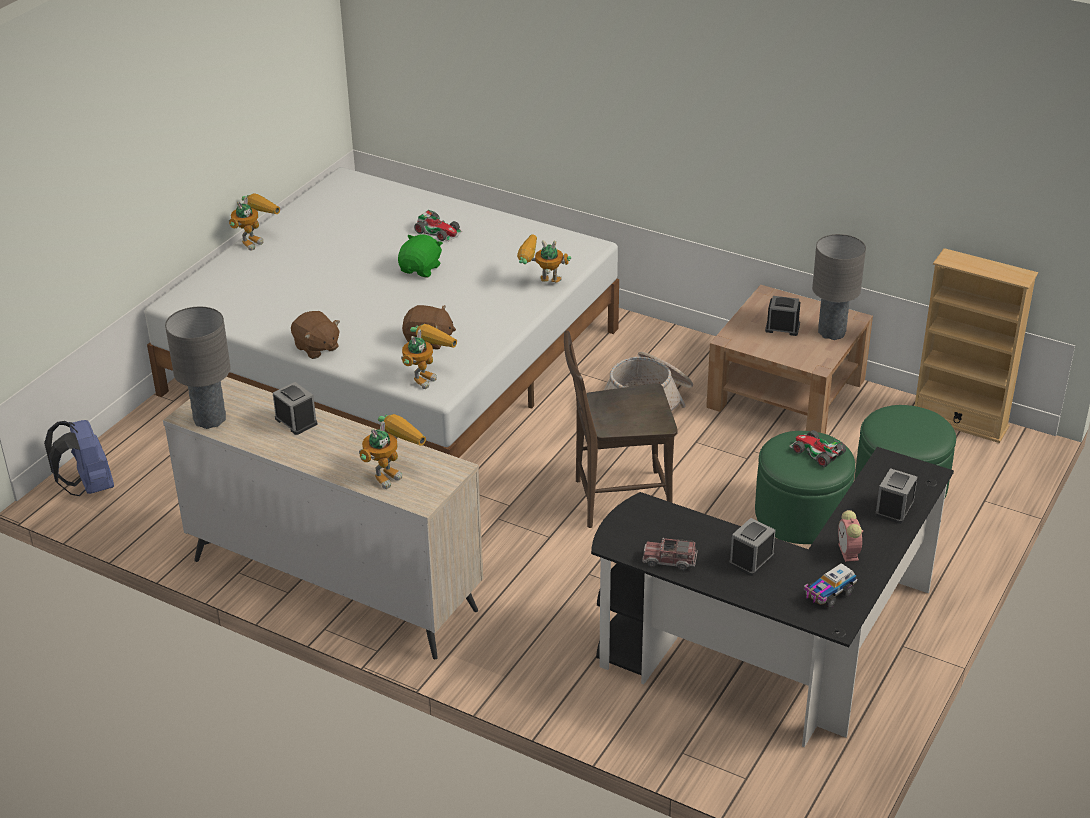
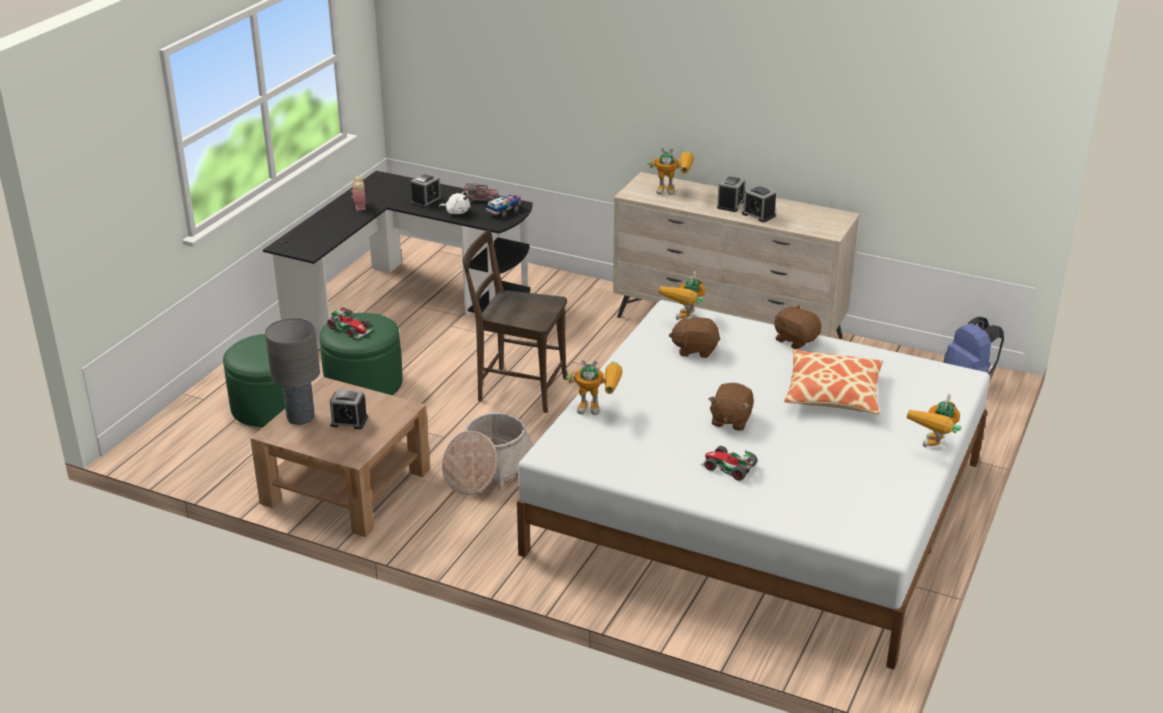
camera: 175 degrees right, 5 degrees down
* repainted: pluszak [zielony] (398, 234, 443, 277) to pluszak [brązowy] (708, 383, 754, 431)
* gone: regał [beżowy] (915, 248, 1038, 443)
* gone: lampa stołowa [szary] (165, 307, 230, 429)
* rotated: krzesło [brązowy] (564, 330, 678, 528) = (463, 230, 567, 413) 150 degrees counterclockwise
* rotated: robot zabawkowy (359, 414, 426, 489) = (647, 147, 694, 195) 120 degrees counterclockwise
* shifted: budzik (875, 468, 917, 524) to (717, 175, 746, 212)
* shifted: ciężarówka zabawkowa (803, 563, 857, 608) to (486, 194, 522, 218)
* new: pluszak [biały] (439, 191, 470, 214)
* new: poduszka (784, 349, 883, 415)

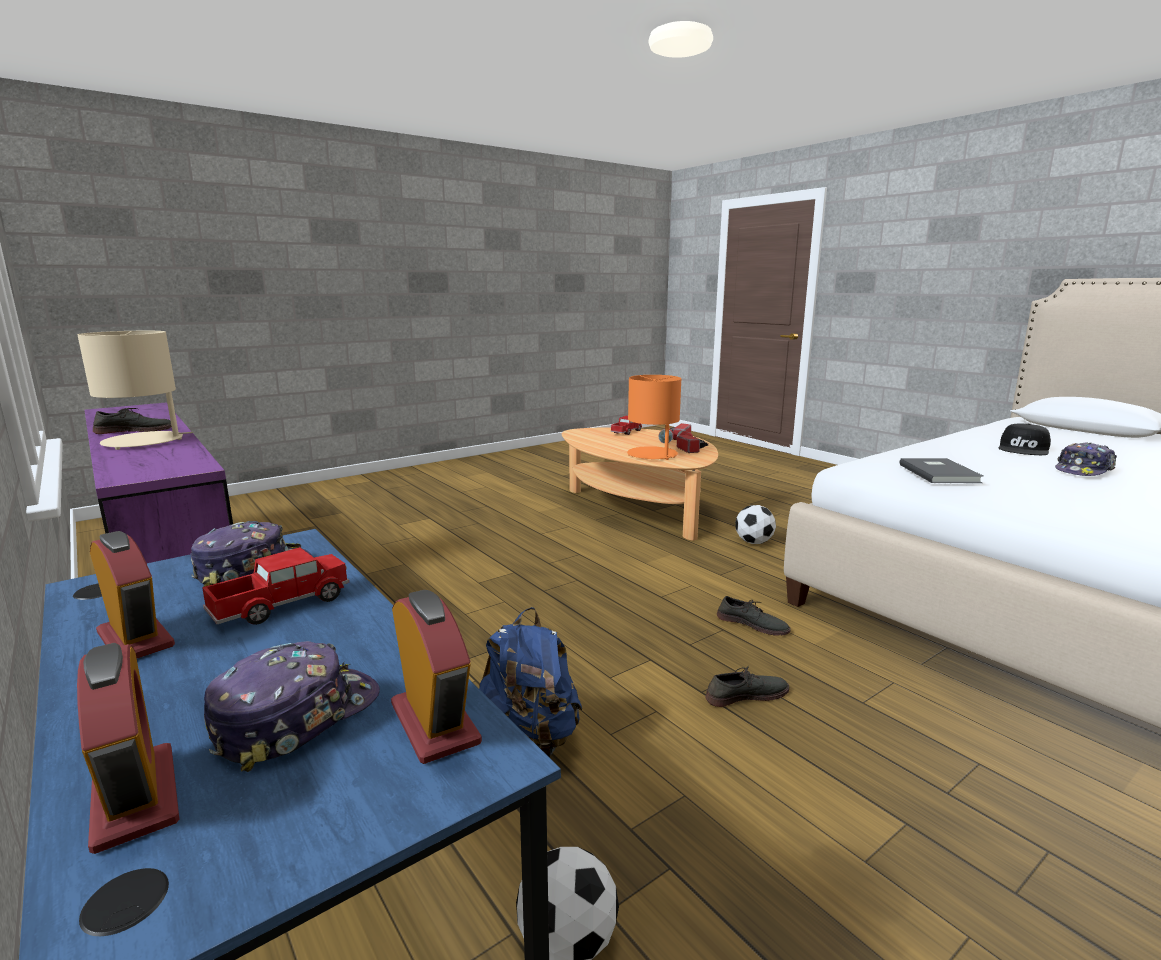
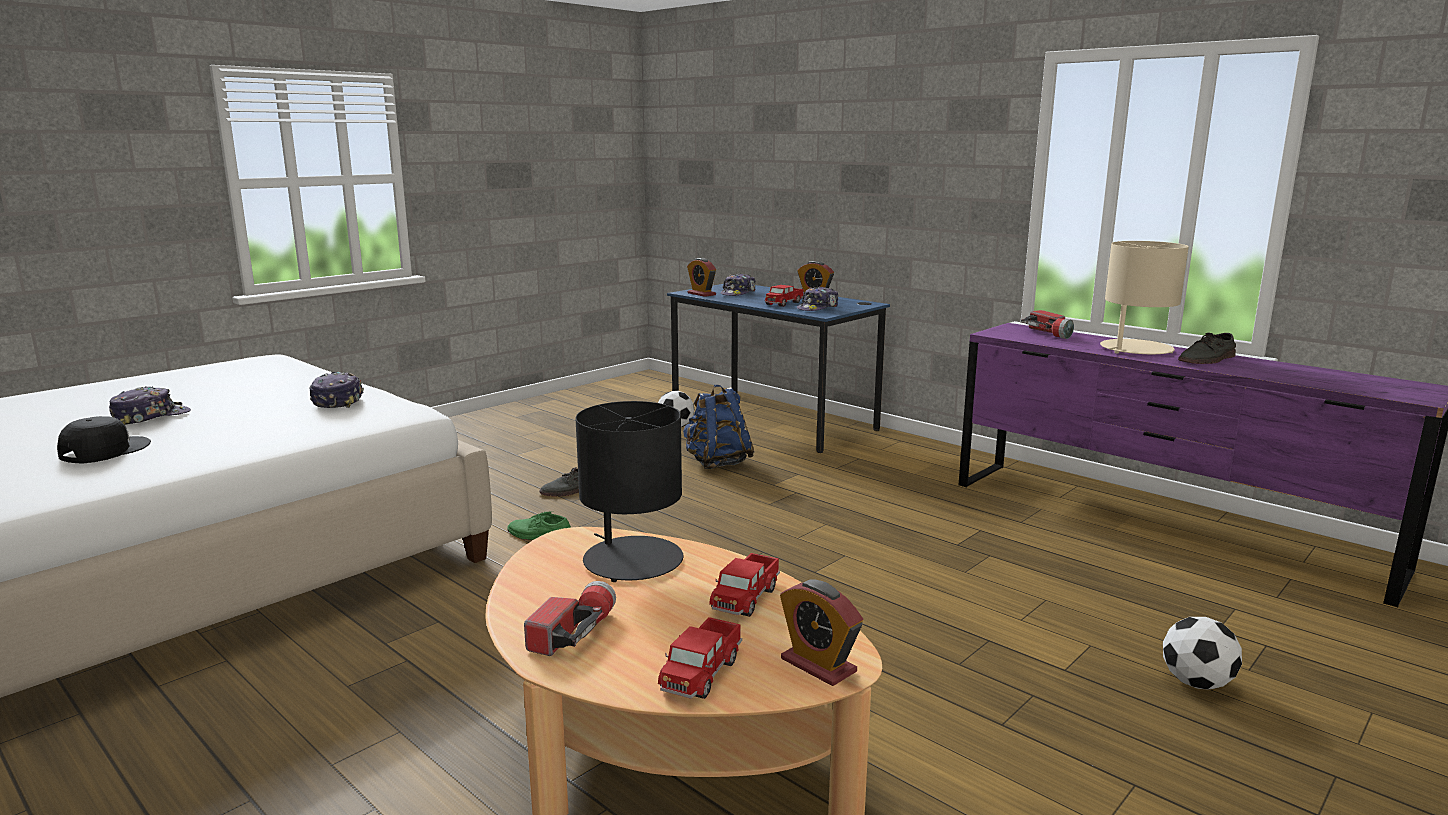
camera: 170 degrees right, 0 degrees up
* repainted: lampa stołowa [pomarańczowy] (627, 375, 681, 460) to lampa stołowa [czarny] (575, 401, 684, 582)
* shifted: latarka (676, 430, 708, 453) to (1021, 310, 1074, 339)
* swapped: książka [szary] (899, 458, 983, 483) to czapka z daszkiem (310, 372, 364, 408)
* shifted: piłka futbolowa (735, 505, 776, 544) to (1163, 617, 1242, 689)
* repainted: but [szary] (717, 596, 791, 636) to but [zielony] (507, 512, 571, 540)
* shifted: budzik (77, 643, 179, 854) to (780, 580, 863, 686)
* new: ciężarówka zabawkowa (709, 553, 780, 617)

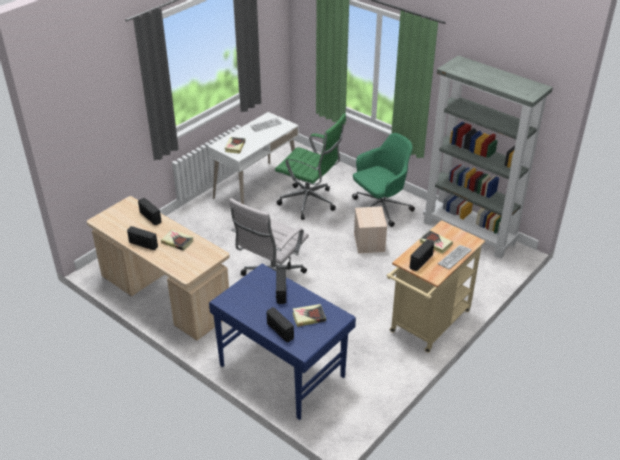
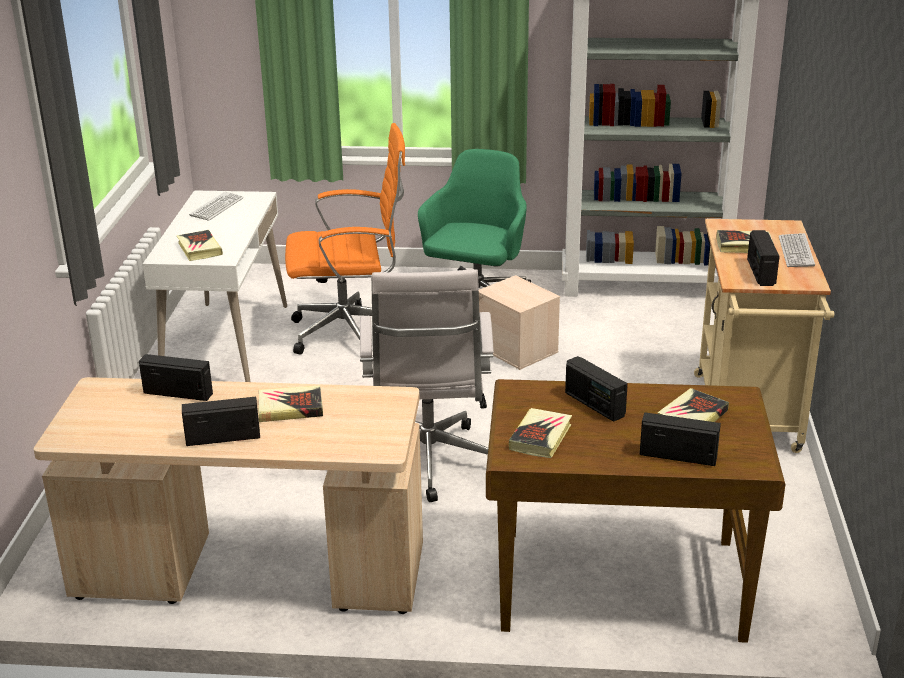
camera: 35 degrees left, 10 degrees down
* repainted: krzesło biurowe [zielony] (275, 113, 346, 220) to krzesło biurowe [pomarańczowy] (285, 123, 405, 355)
* repainted: biurko [niebieski] (209, 264, 356, 420) to biurko [brązowy] (486, 379, 785, 643)
* new: książka (509, 408, 572, 458)

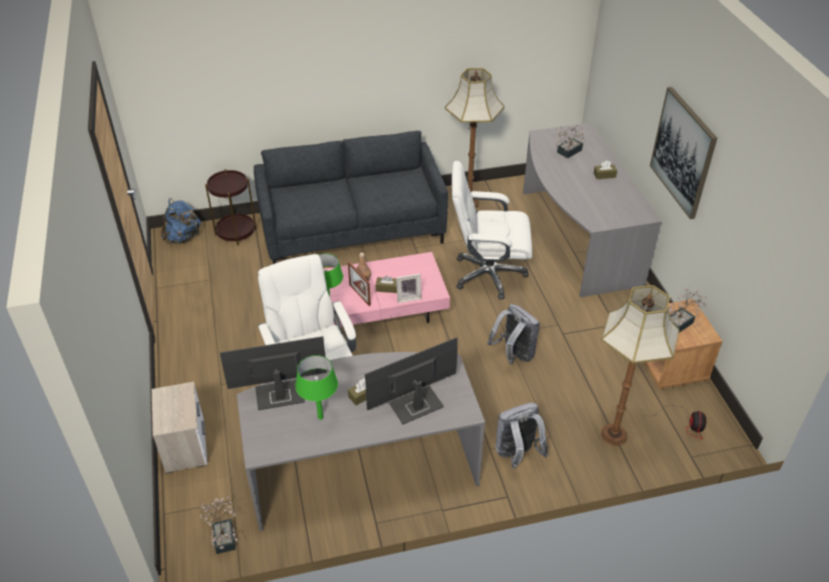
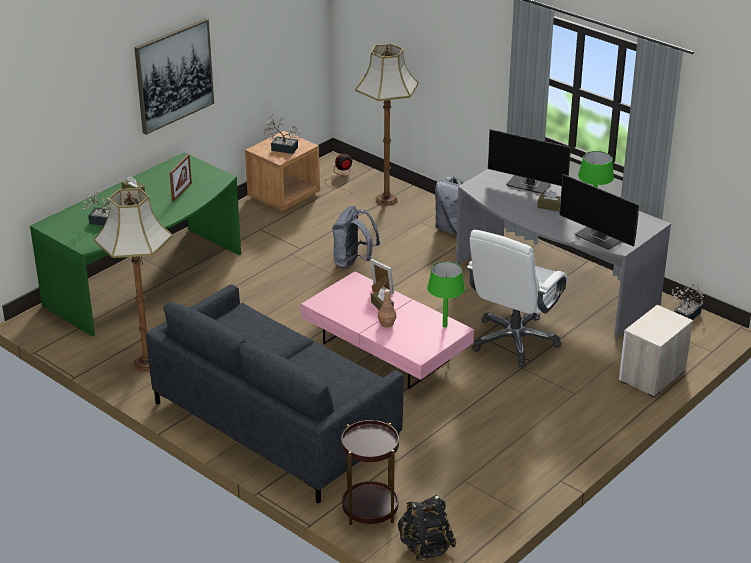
camera: 125 degrees left, 10 degrees down
* repainted: biurko [szary] (523, 122, 662, 297) to biurko [zielony] (30, 152, 241, 337)
* gone: krzesło biurowe [biały] (452, 161, 532, 300)
* repainted: plecak [niebieski] (161, 198, 201, 244) to plecak [czarny] (398, 495, 457, 561)
* shifted: ramka na zdjęcie (348, 262, 371, 306) to (169, 154, 192, 202)

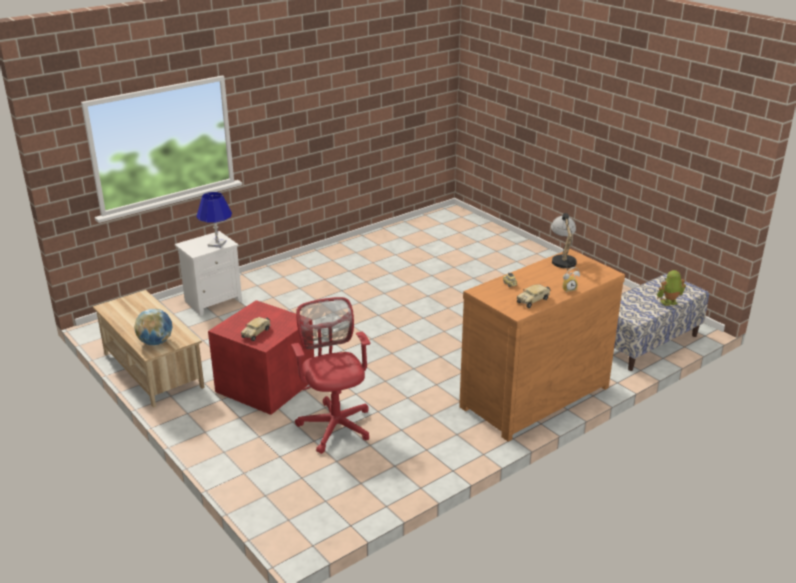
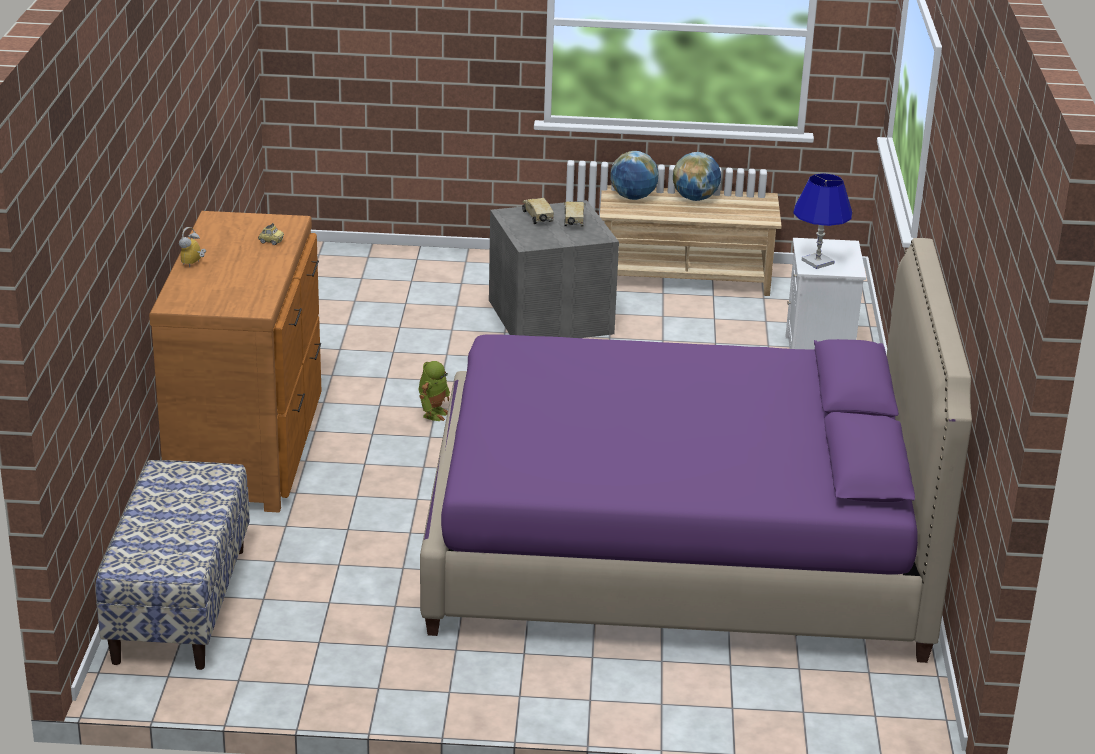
camera: 130 degrees right, 0 degrees up
* gone: lampa stołowa (551, 213, 577, 273)
* shifted: robot zabawkowy (657, 270, 686, 306) to (419, 361, 450, 421)
* shifted: ciężarówka zabawkowa (517, 284, 550, 308) to (564, 202, 586, 226)
* gone: krzesło biurowe [czerwony] (291, 297, 370, 454)
* repainted: pojemnik do przechowywania [czerwony] (208, 300, 314, 415) to pojemnik do przechowywania [szary] (489, 200, 619, 338)
* new: globus (673, 152, 721, 201)
* new: łóżko [fioletowy] (420, 238, 972, 663)

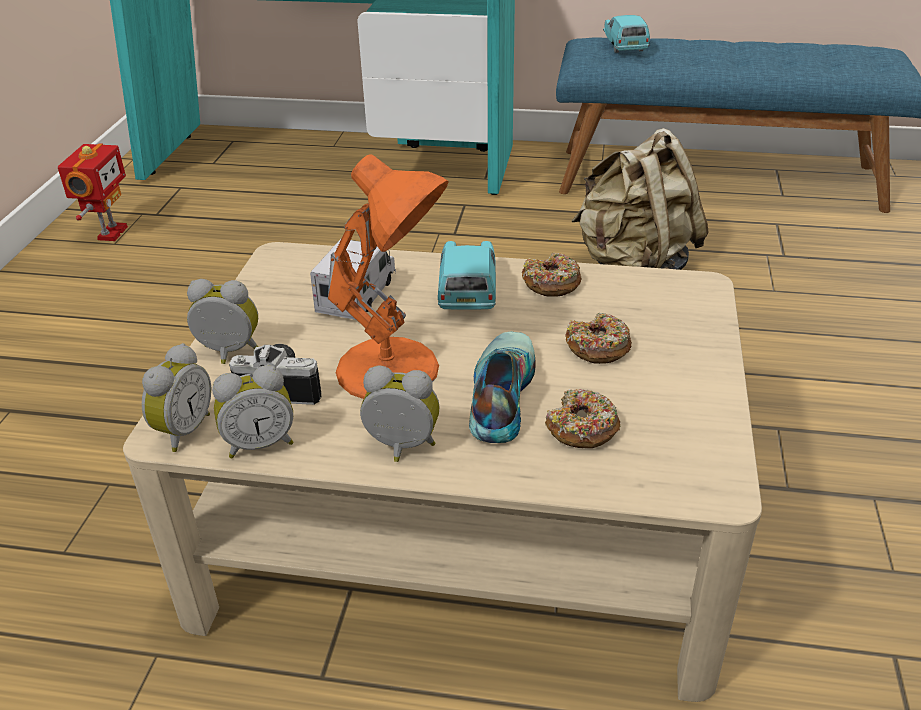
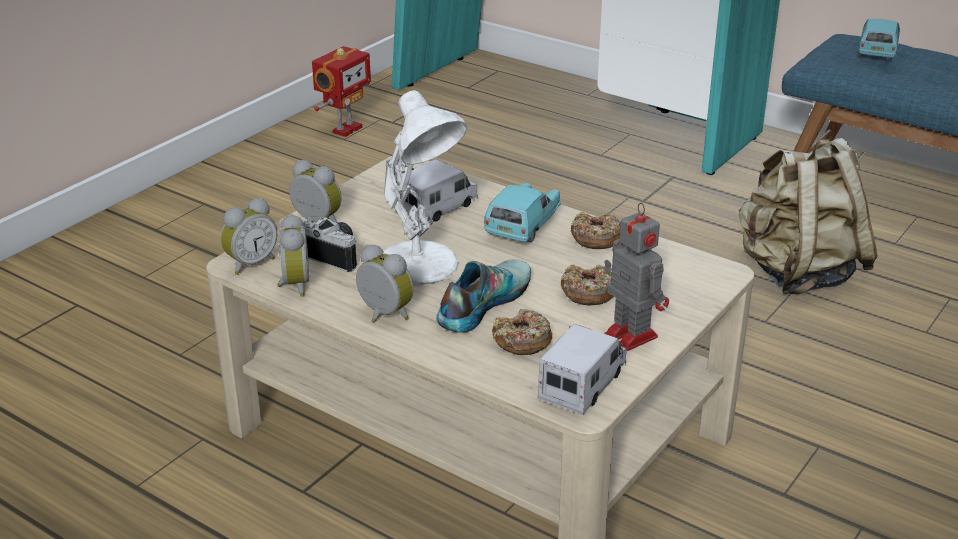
camera: 25 degrees right, 5 degrees down
* repainted: lampa stołowa [pomarańczowy] (328, 154, 449, 399) to lampa stołowa [biały] (384, 90, 468, 286)
* rotated: budzik (212, 365, 293, 458) = (277, 214, 309, 297) 105 degrees counterclockwise
* new: robot zabawkowy (604, 202, 669, 351)
* new: ciężarówka zabawkowa (538, 324, 627, 415)

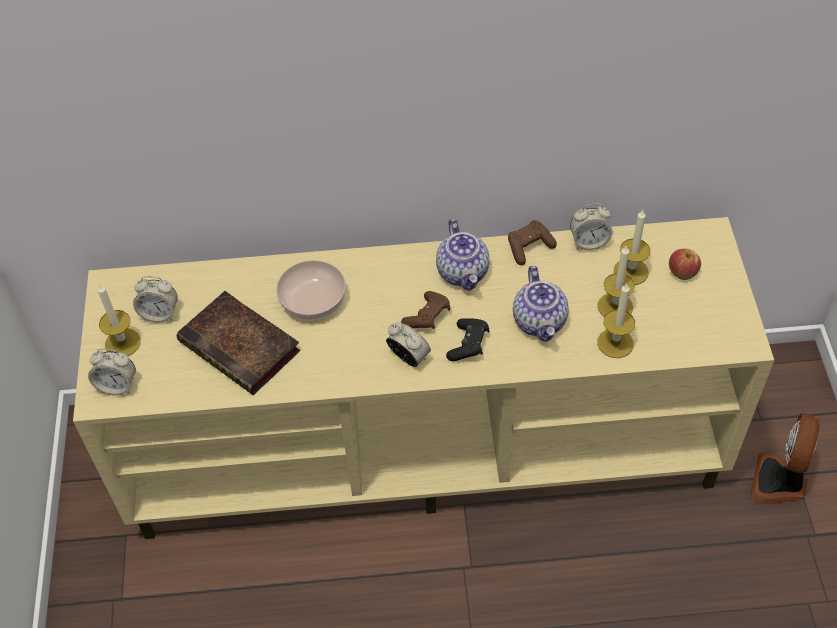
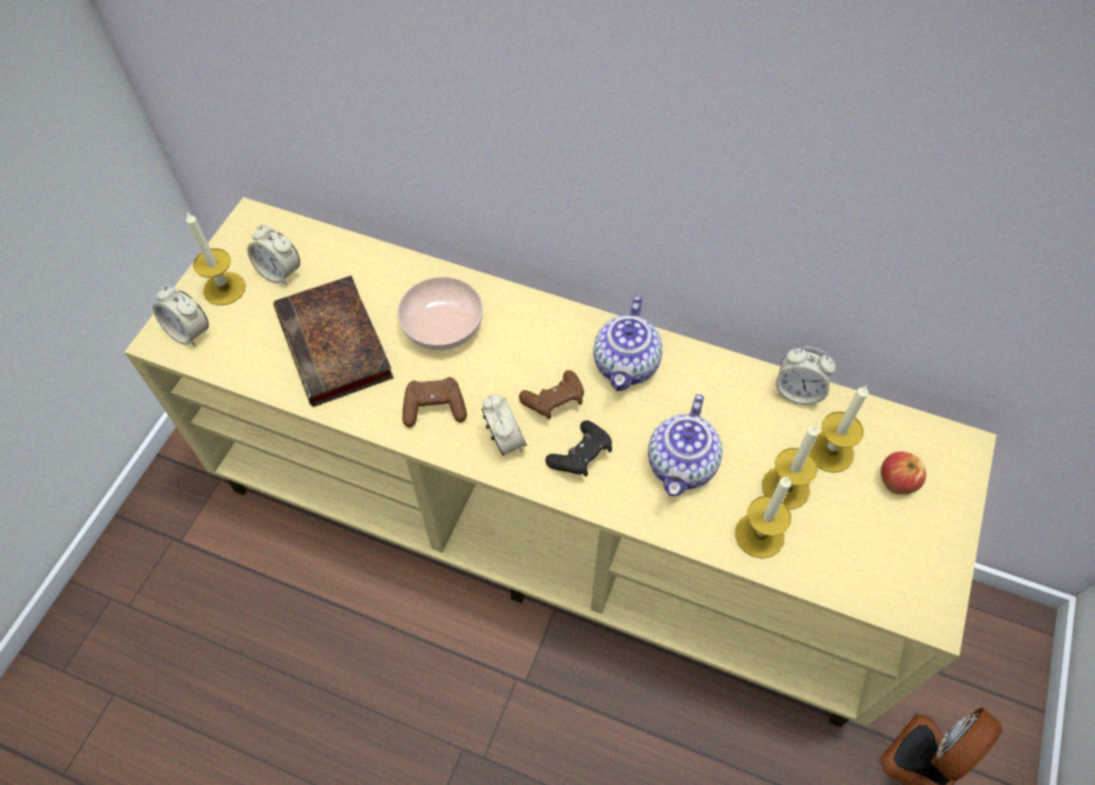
camera: 25 degrees right, 5 degrees up
* shifted: pad do gier [brązowy] (508, 220, 557, 265) to (402, 377, 467, 428)

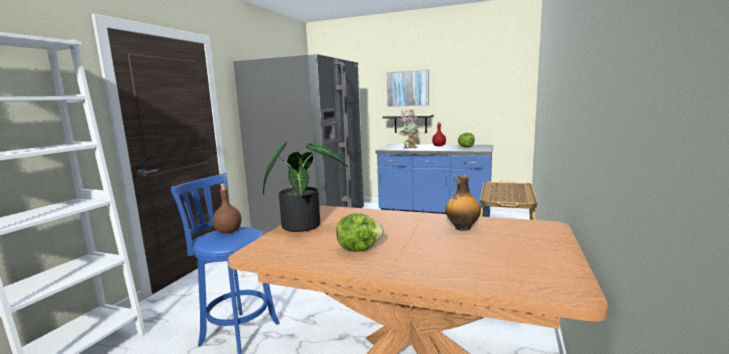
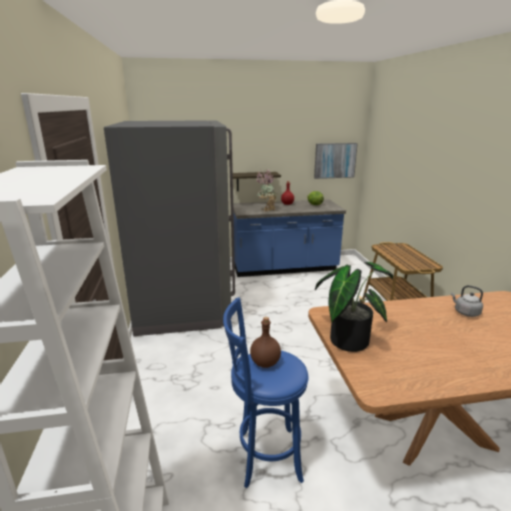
camera: 30 degrees left, 10 degrees up
* shifted: obraz (386, 70, 429, 107) to (314, 143, 358, 179)
* swapped: butelka (445, 175, 481, 231) to czajnik [szary] (451, 285, 483, 317)
* gone: sałata (336, 213, 384, 252)

